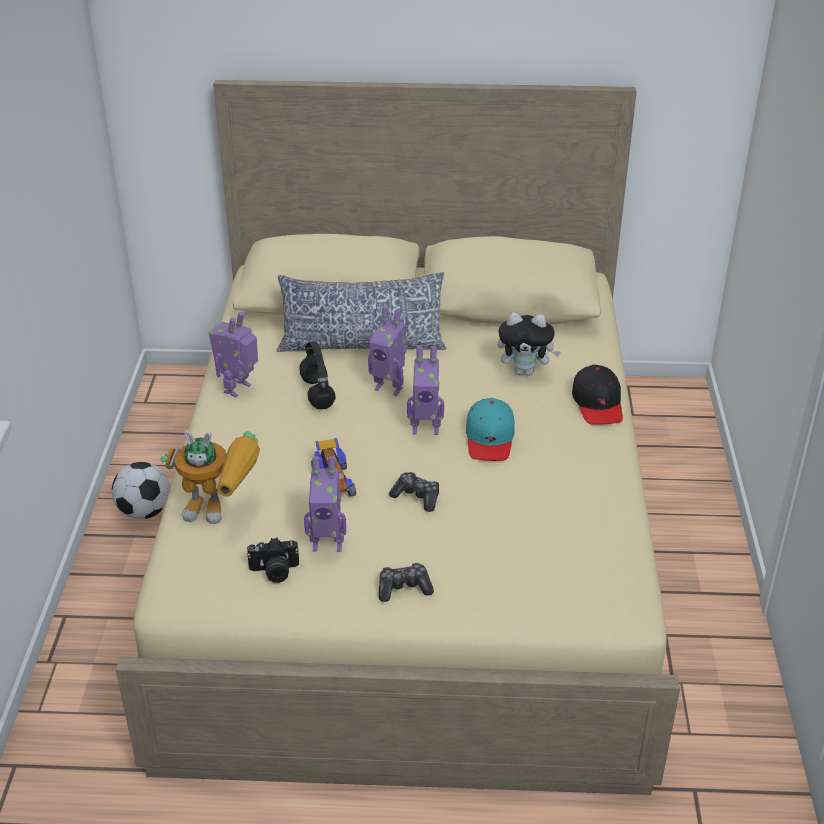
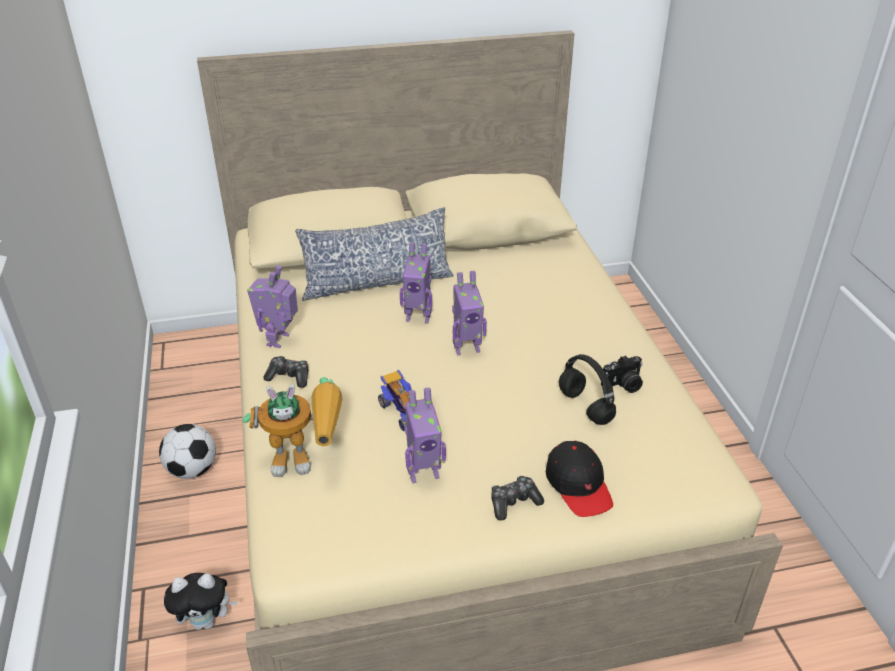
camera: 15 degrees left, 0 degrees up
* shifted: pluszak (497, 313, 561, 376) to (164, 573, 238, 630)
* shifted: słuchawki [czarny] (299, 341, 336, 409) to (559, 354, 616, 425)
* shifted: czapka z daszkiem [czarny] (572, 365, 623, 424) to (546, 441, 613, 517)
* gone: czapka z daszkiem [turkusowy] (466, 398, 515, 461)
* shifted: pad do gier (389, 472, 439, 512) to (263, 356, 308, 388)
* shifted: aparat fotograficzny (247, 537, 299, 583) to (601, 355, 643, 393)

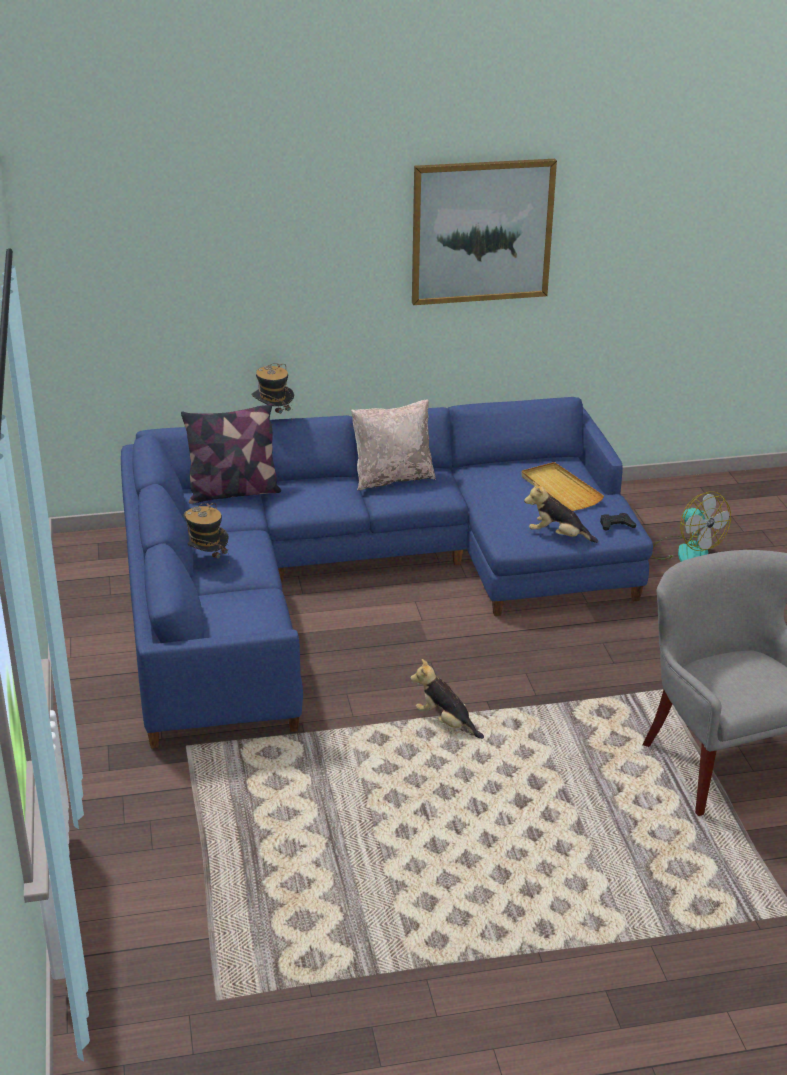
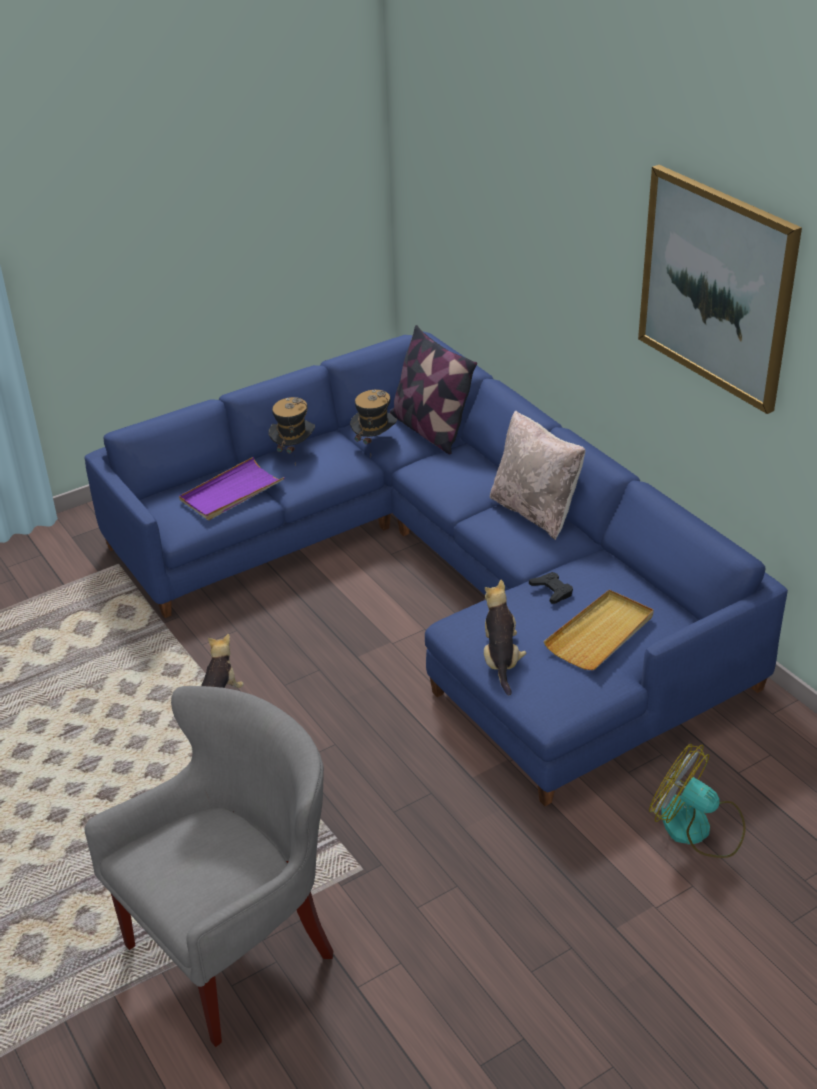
camera: 70 degrees right, 5 degrees up
* shifted: kapelusz (251, 363, 294, 414) to (350, 390, 397, 456)
* rotated: wentylator (651, 491, 731, 562) = (649, 744, 746, 858) 90 degrees clockwise
* shifted: pad do gier [czarny] (600, 513, 636, 531) to (529, 572, 573, 604)
* new: taca [fioletowy] (179, 457, 285, 520)

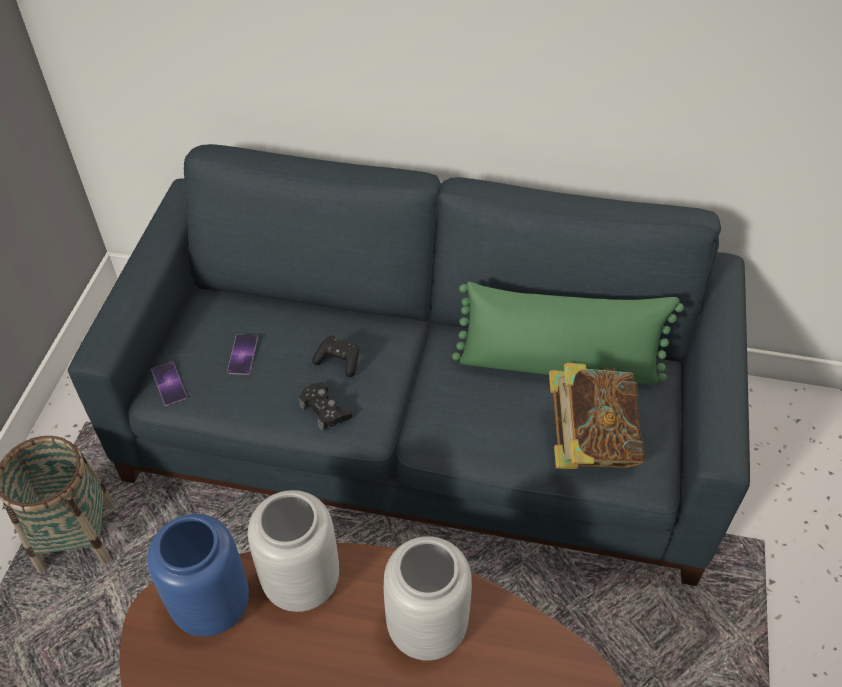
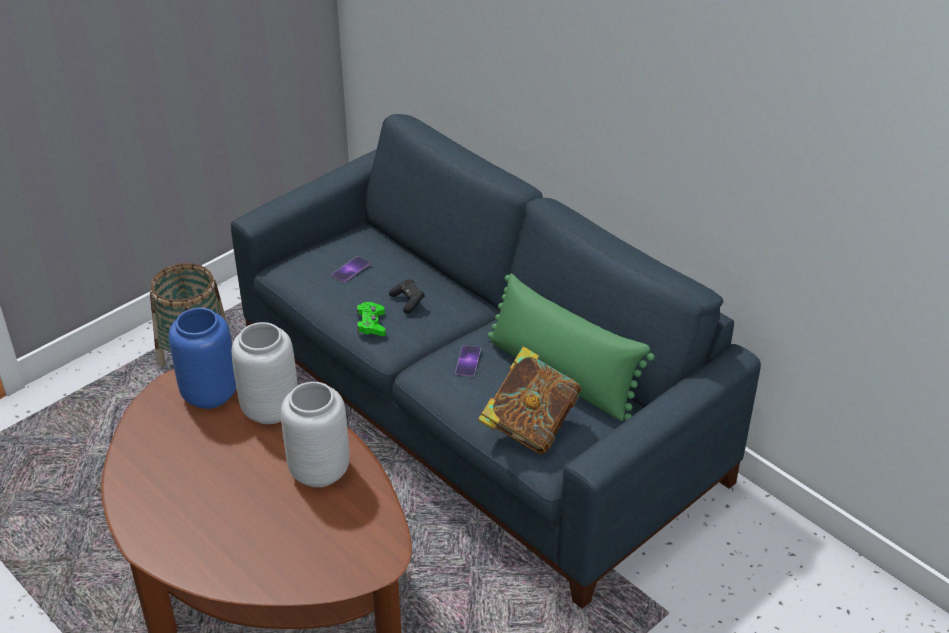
camera: 35 degrees right, 10 degrees down
* shifted: telefon (151, 362, 187, 406) to (455, 345, 481, 377)
* repainted: pad do gier [czarny] (299, 382, 352, 431) to pad do gier [zielony] (357, 302, 386, 336)

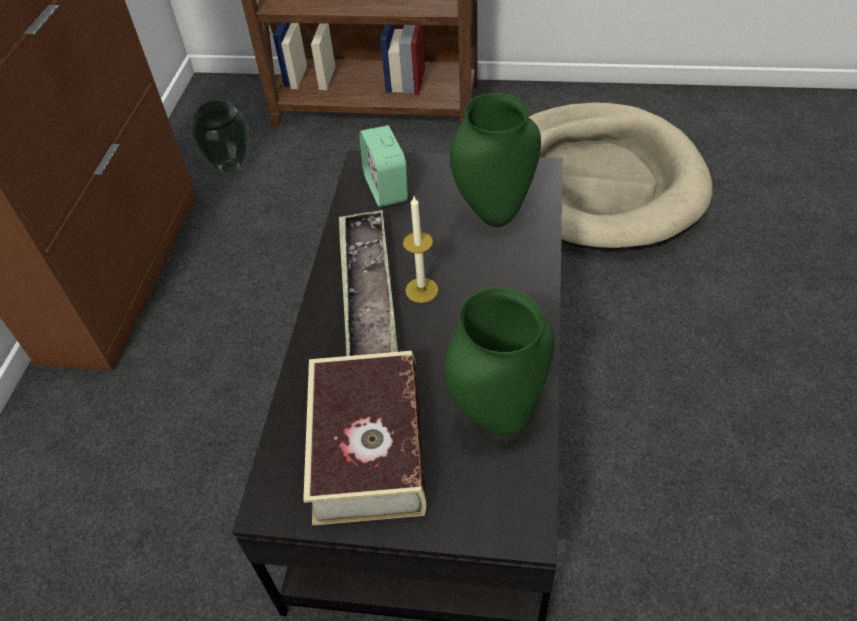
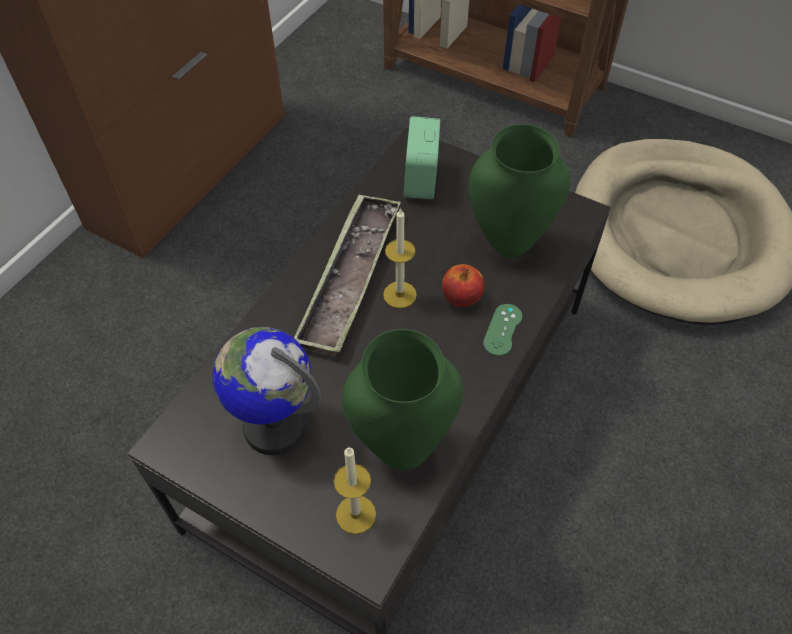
camera: 20 degrees right, 5 degrees up
* gone: wazon (191, 101, 250, 175)
* swapped: książka (303, 351, 426, 526) to globus (213, 327, 321, 455)
* new: jabłko (442, 264, 484, 307)
* new: pad do gier [zielony] (483, 304, 522, 356)
* new: świeca (334, 446, 376, 534)

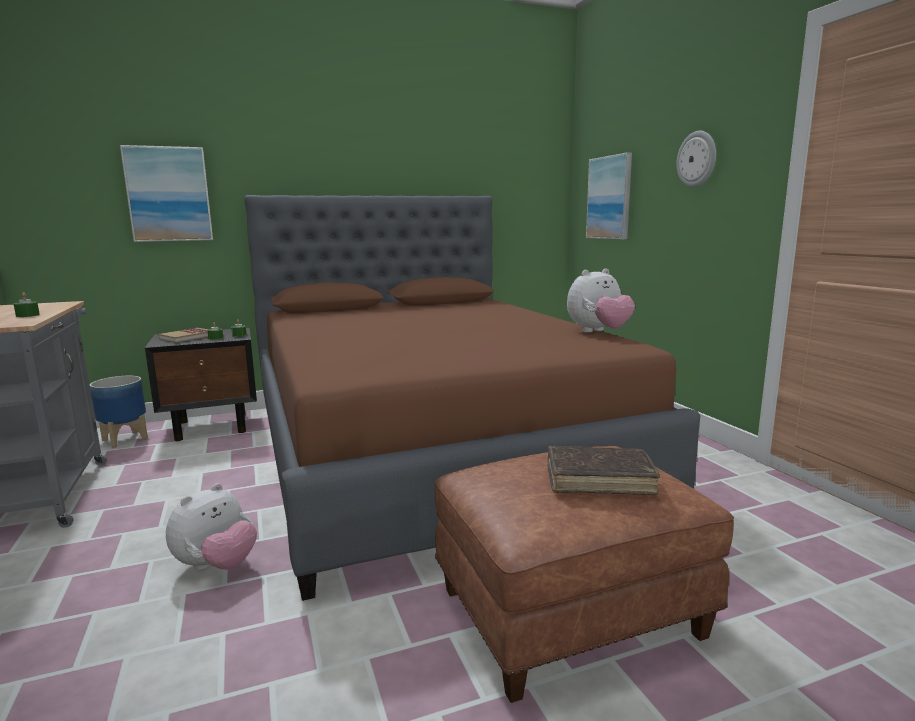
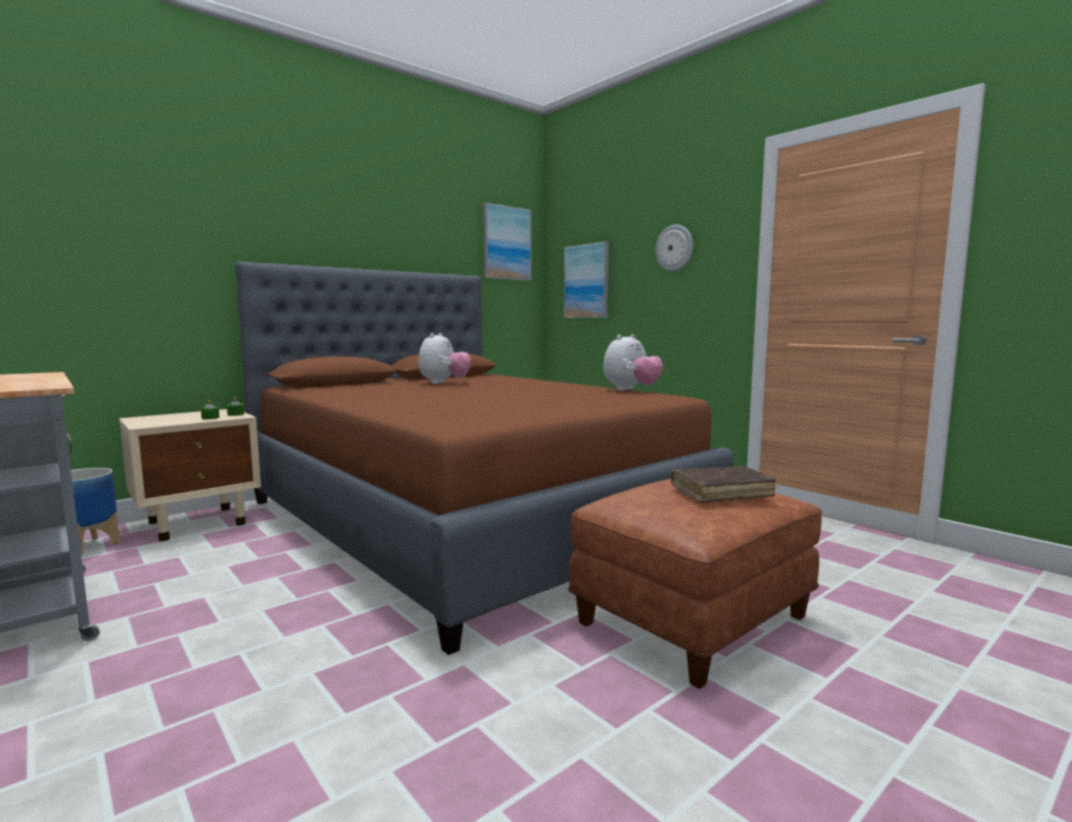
camera: 20 degrees left, 5 degrees down
* shifted: obraz (120, 145, 213, 242) to (483, 203, 531, 280)
* gone: świeca [zielony] (14, 292, 40, 317)
* repainted: szafka nocna [czarny] (145, 328, 257, 441) to szafka nocna [beżowy] (119, 409, 261, 541)
* gone: książka (158, 328, 208, 343)
* shifted: pluszak (166, 483, 257, 570) to (418, 333, 471, 384)

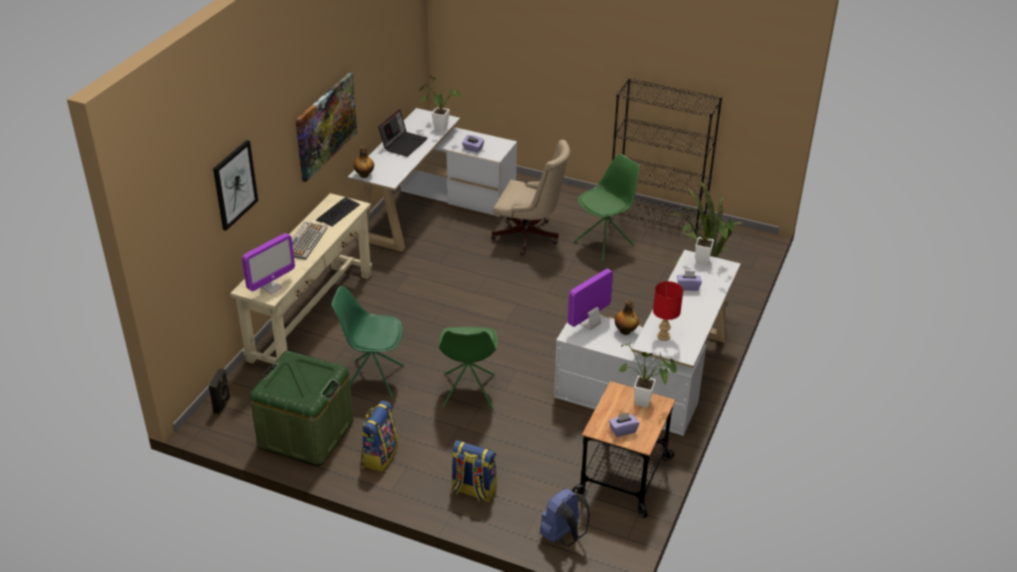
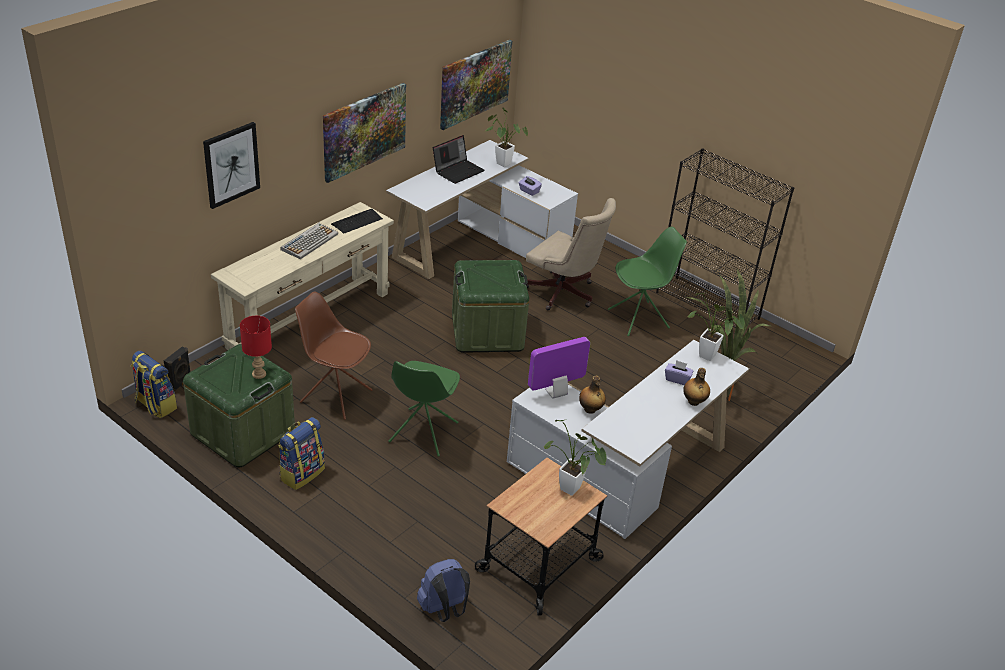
camera: 15 degrees right, 0 degrees up
* shifted: butelka (354, 146, 374, 178) to (683, 368, 710, 406)
* gone: monitor (242, 233, 295, 294)
* shifted: lampa stołowa [czerwony] (653, 281, 683, 341) to (240, 316, 272, 379)
* repainted: krzesło [zielony] (331, 286, 404, 398) to krzesło [brązowy] (295, 292, 373, 420)
* gone: pudełko chusteczek [fioletowy] (609, 413, 639, 437)
* shifted: plecak (451, 440, 497, 502) to (131, 351, 177, 418)
* new: obraz (440, 40, 512, 130)
* new: pojemnik do przechowywania [zielony] (452, 260, 529, 353)

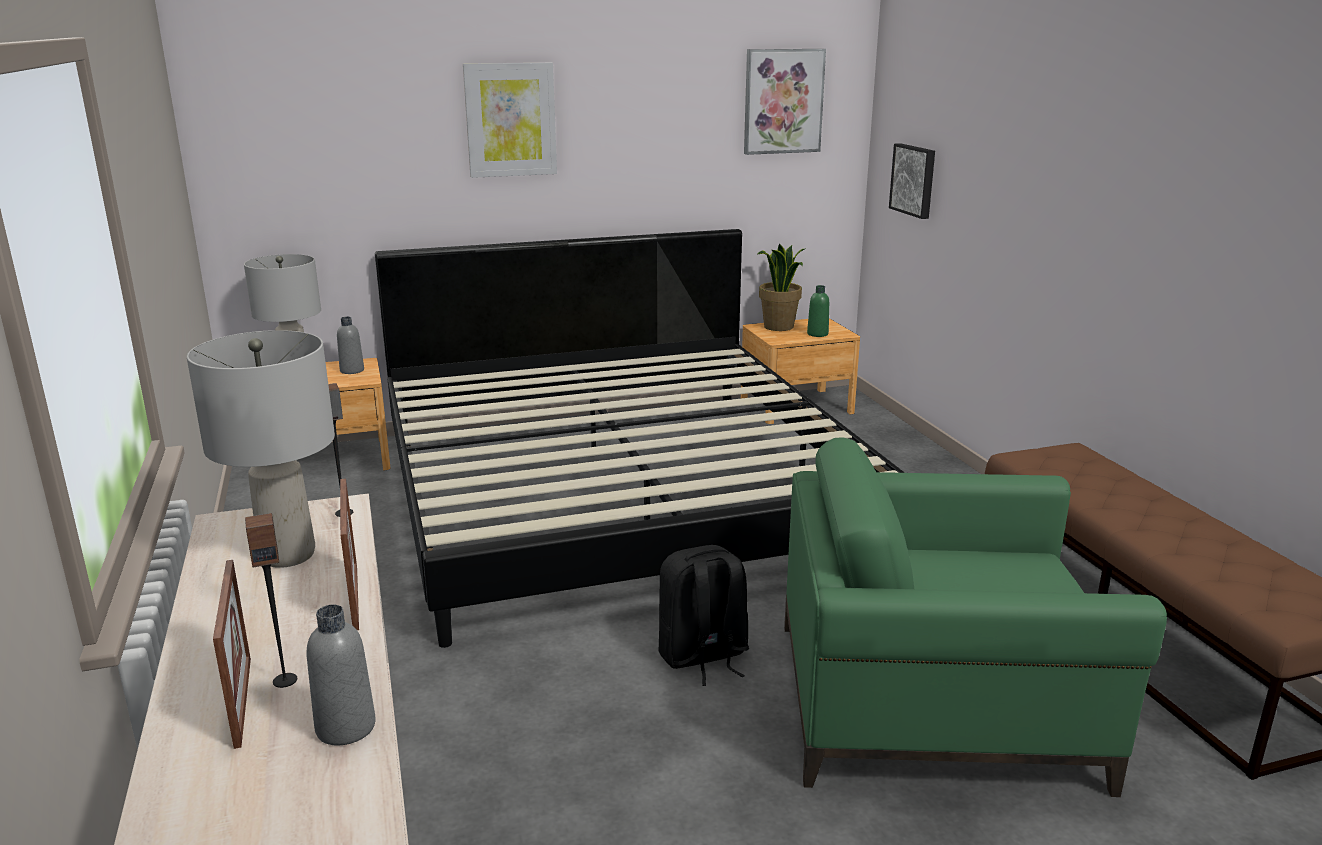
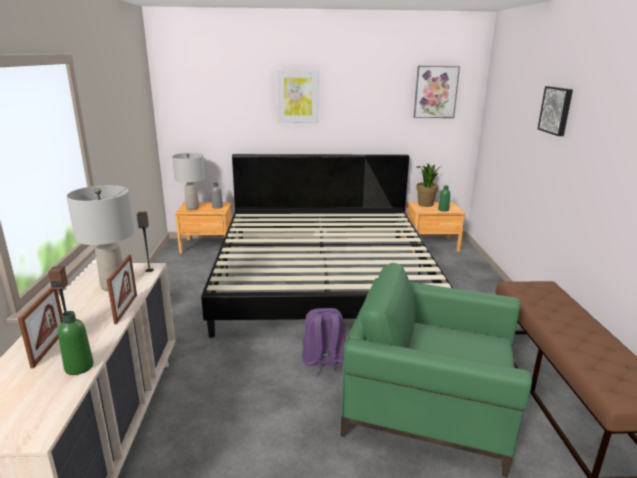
camera: 15 degrees right, 0 degrees up
* shifted: obraz (889, 143, 935, 219) to (538, 86, 573, 136)
* repainted: plecak [czarny] (658, 545, 749, 686) to plecak [fioletowy] (302, 308, 346, 376)
* repainted: butelka [szary] (307, 604, 376, 745) to butelka [zielony] (58, 311, 94, 375)

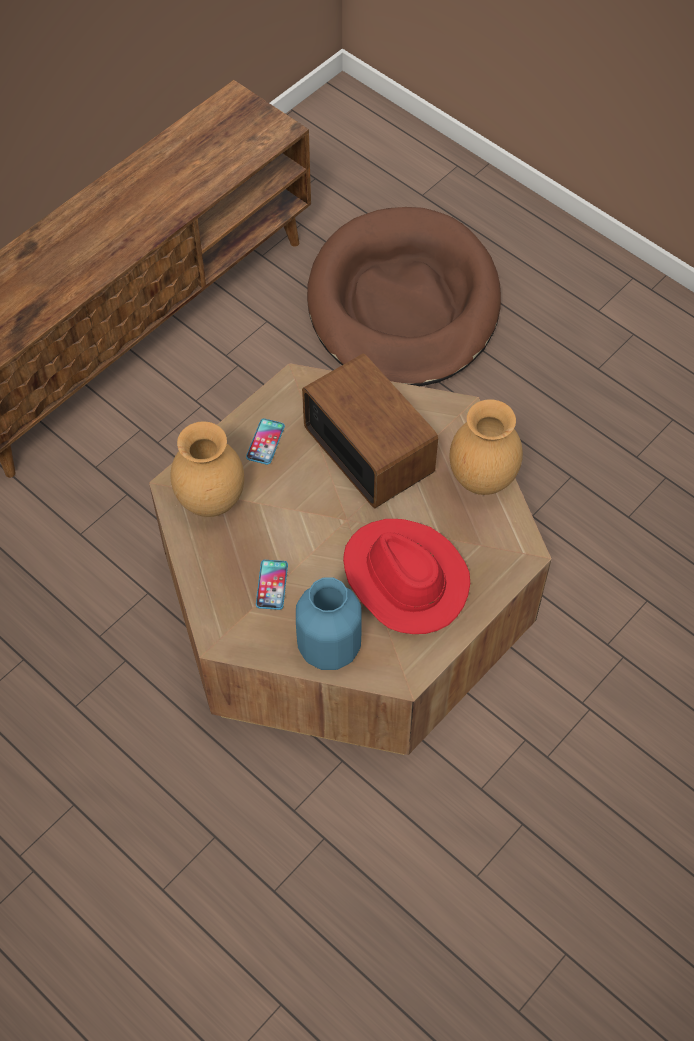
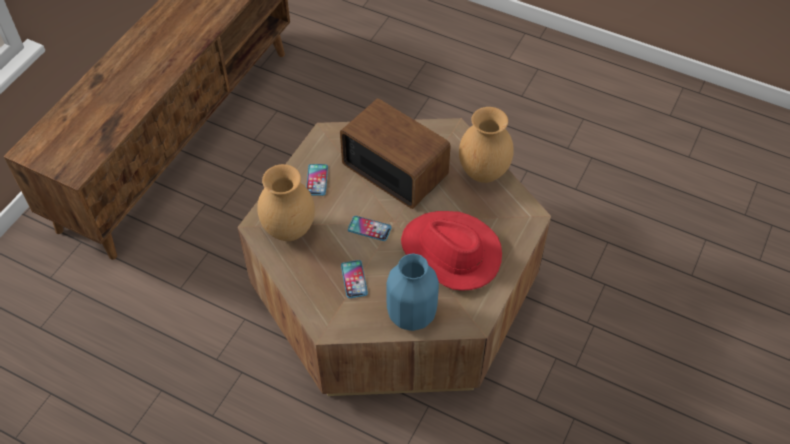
camera: 15 degrees left, 5 degrees down
* gone: legowisko [brązowy] (307, 207, 501, 386)
* new: telefon (348, 216, 392, 241)

